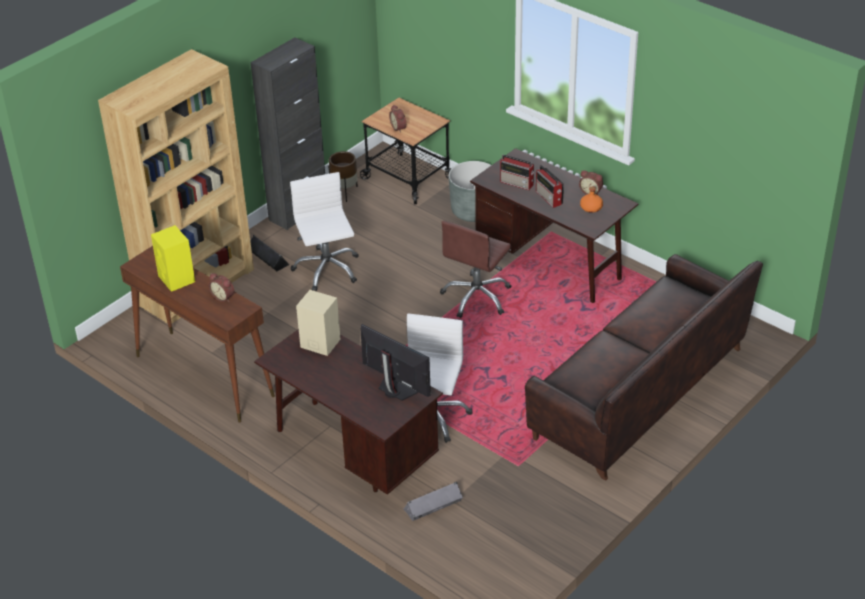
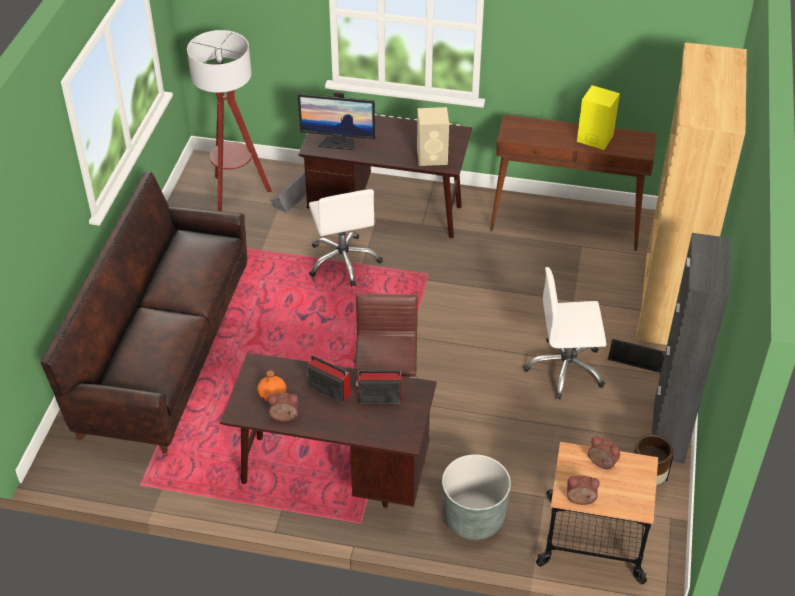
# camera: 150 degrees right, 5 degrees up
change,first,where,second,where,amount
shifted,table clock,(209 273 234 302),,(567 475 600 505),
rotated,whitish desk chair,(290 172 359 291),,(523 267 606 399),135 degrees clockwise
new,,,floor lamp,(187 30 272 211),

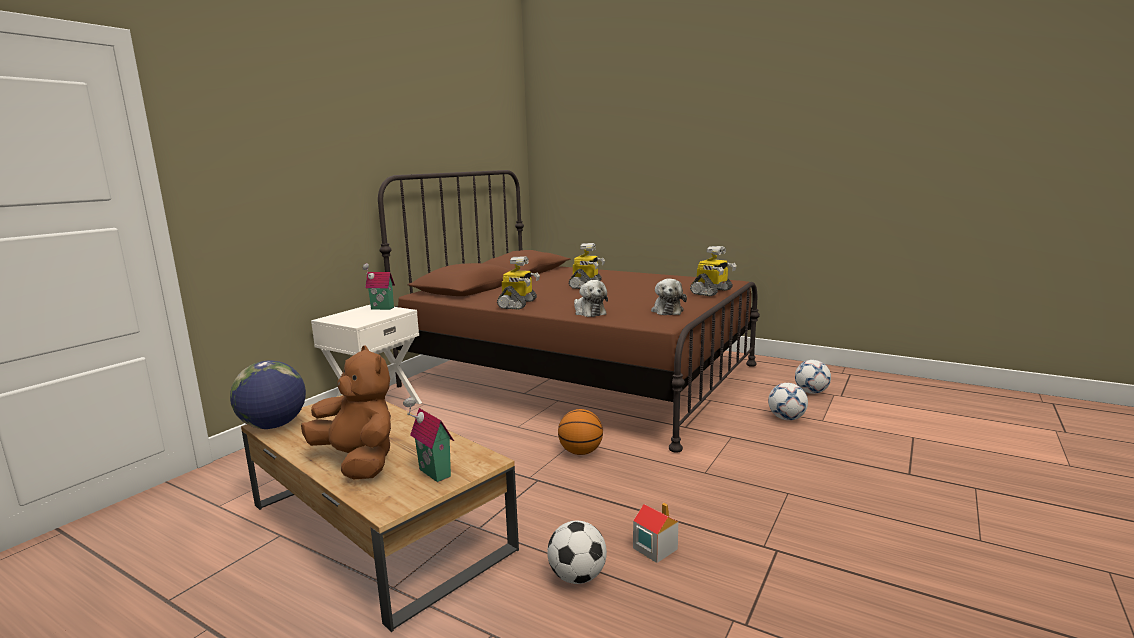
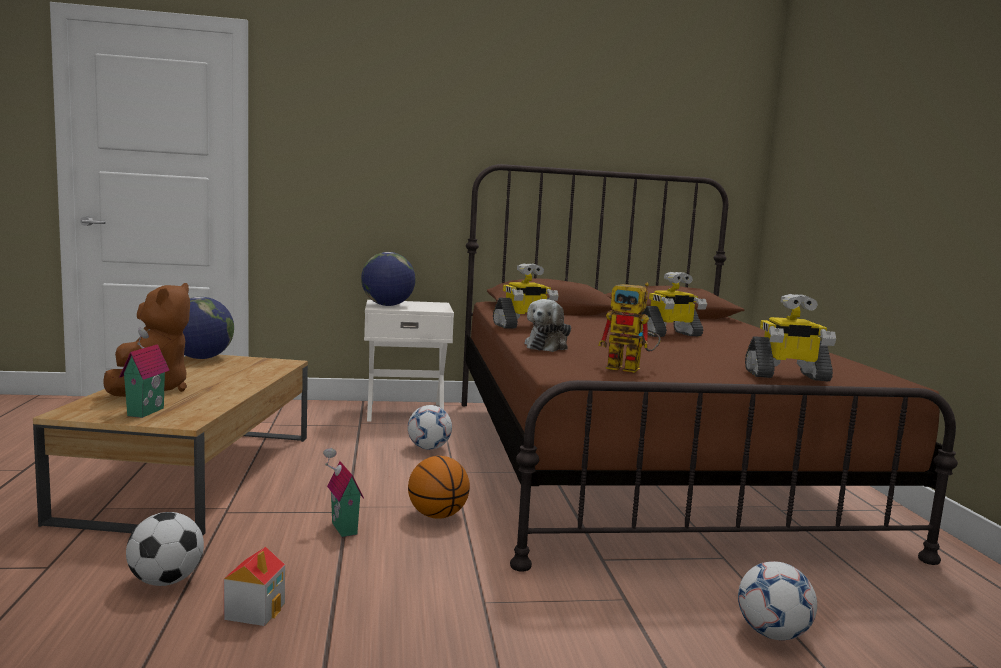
# camera: 50 degrees right, 5 degrees down
change,first,where,second,where,amount
shifted,miniature house,(363 263 395 310),,(323 448 364 537),
swapped,plush toy,(651 279 687 315),model robot,(598 282 661 373),
shifted,football,(795 360 831 394),,(408 405 452 450),
new,,,desk globe,(361 252 415 306),

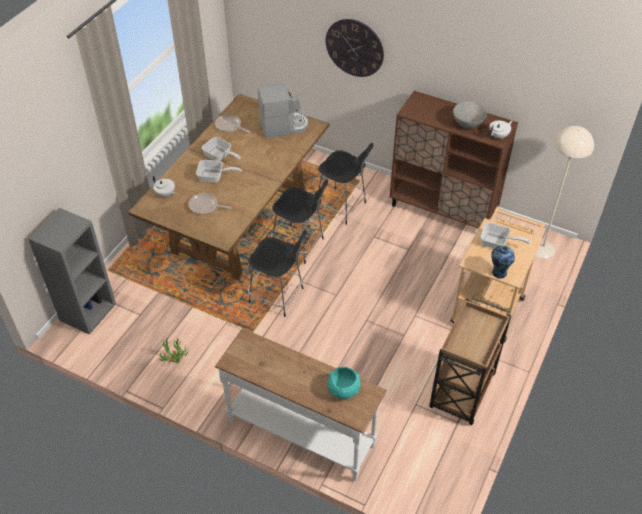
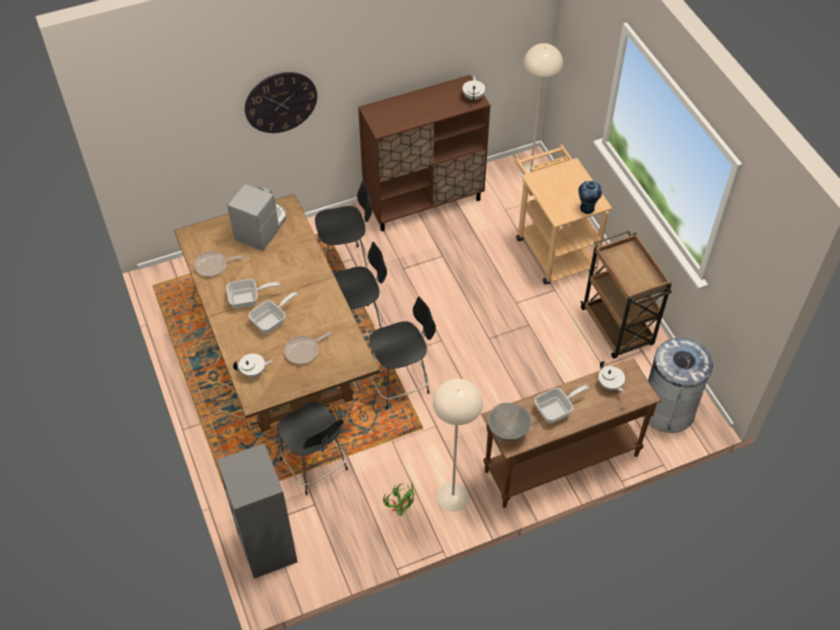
# camera: 50 degrees left, 5 degrees up
change,first,where,second,where,amount
repainted,whitish console table,(215 328 387 481),brown-coloured console table,(482 358 661 508),
swapped,turquoise serving bowl,(328 367 360 399),whitish teapot,(598 361 625 392),
shifted,gray serving bowl,(453 101 487 129),,(488 403 532 441),
shifted,pan,(481 222 531 249),,(535 385 589 423),
new,,,black upright chair,(277 402 348 495),
new,,,sand-coloured floor lamp,(433 379 483 511),
new,,,gray waste bin,(643 338 715 433),

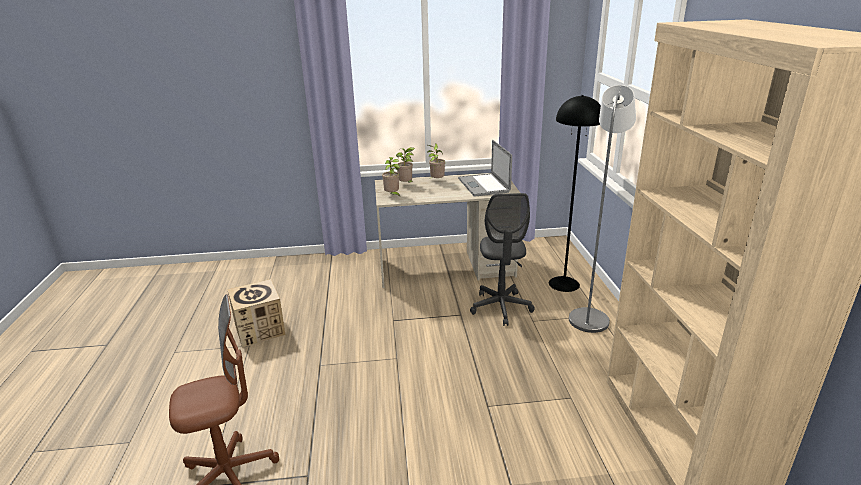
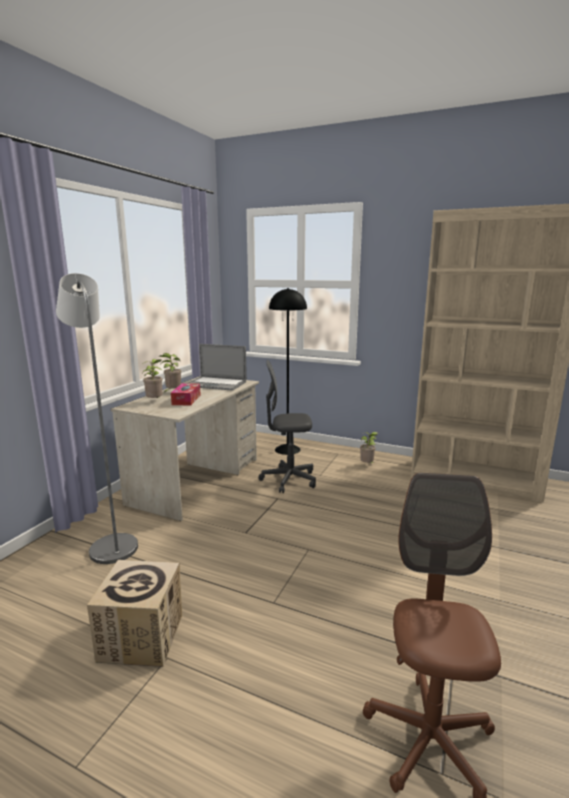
# camera: 60 degrees left, 10 degrees down
change,first,where,second,where,amount
shifted,potted plant,(382 157 400 196),,(360 432 378 463),
rotated,gray desk chair,(470 193 535 326),,(259 360 316 493),150 degrees clockwise
shifted,gray floor lamp,(569 85 636 333),,(56 273 138 564),
new,,,box of tissues,(171 383 201 406),

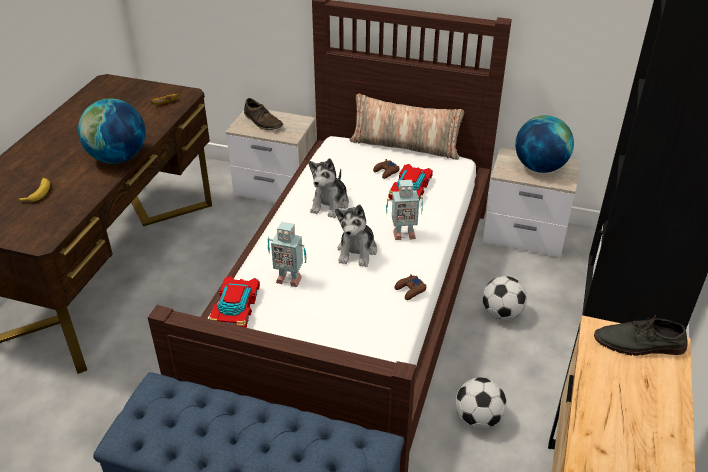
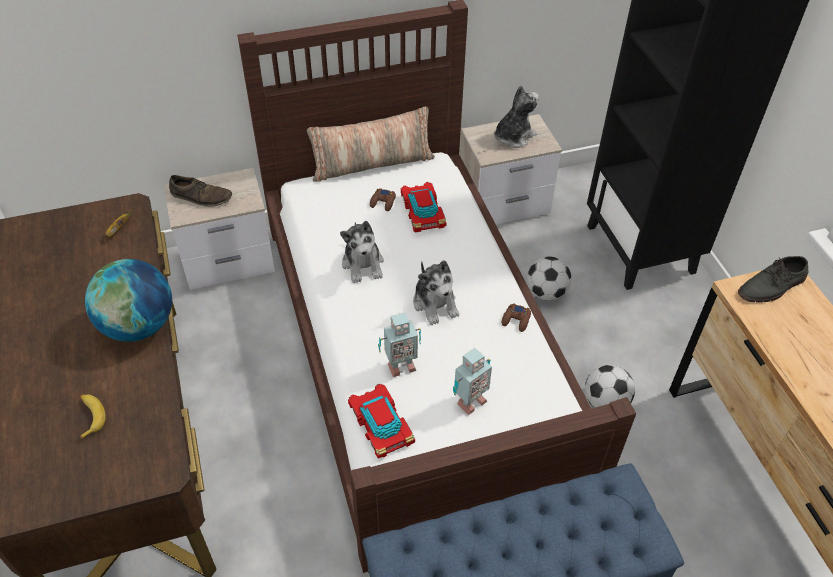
# camera: 35 degrees left, 10 degrees up
change,first,where,second,where,amount
shifted,model robot,(386 180 423 240),,(453 348 492 415),
swapped,desk globe,(515 115 574 173),plush toy,(494 85 539 148),

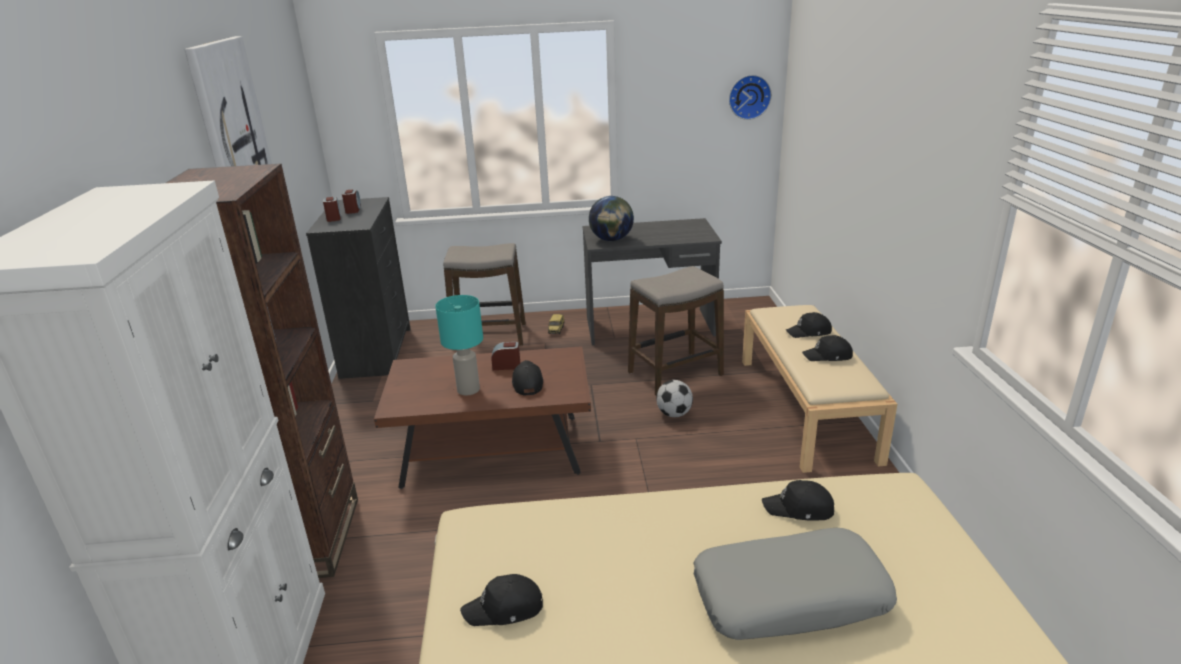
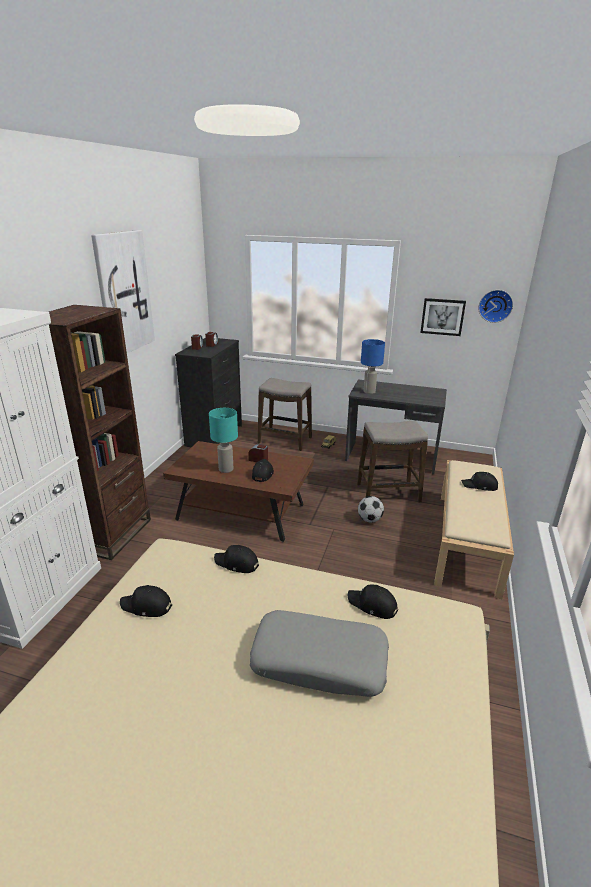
# camera: 20 degrees right, 0 degrees up
change,first,where,second,where,amount
swapped,desk globe,(589 196 634 241),blue table lamp,(361 339 385 394),
shifted,black baseball cap,(802 335 853 361),,(214 545 259 573),
new,,,wall picture,(420 298 466 336),

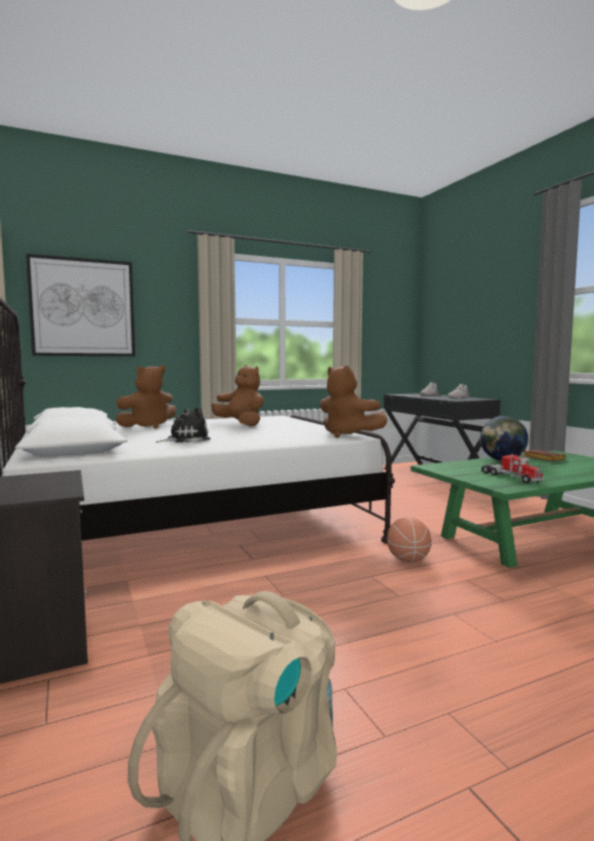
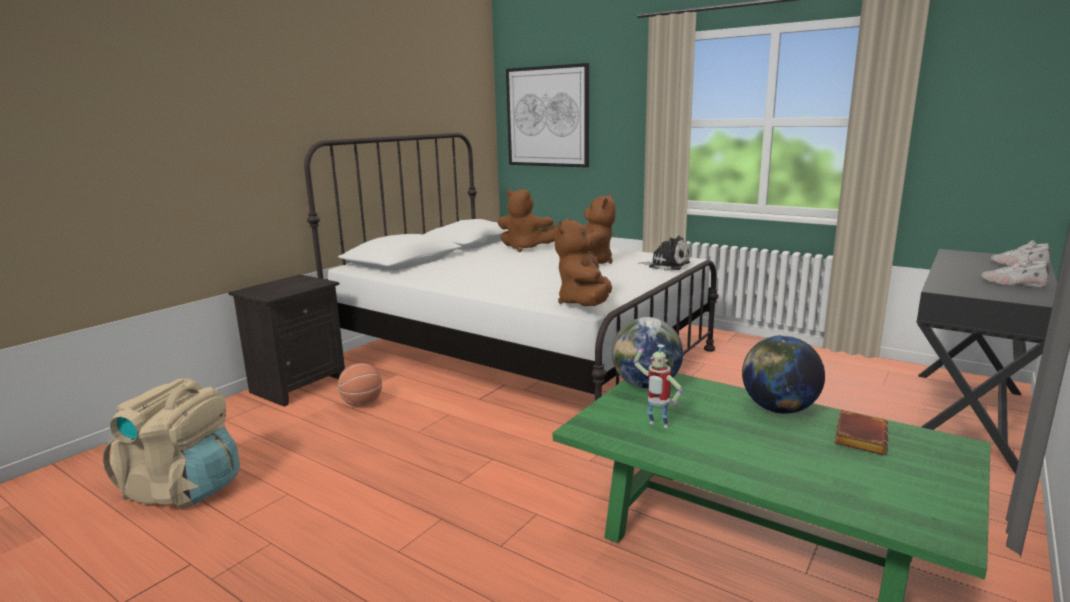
# camera: 60 degrees right, 10 degrees up
change,first,where,second,where,amount
shifted,plush toy,(155 407 211 443),,(638 236 690 271),
shifted,ball for basketball,(387 518 431 562),,(338 363 382 406),
swapped,toy lorry,(481 452 544 483),model robot,(633 344 683 428),
new,,,desk globe,(612 317 683 389),

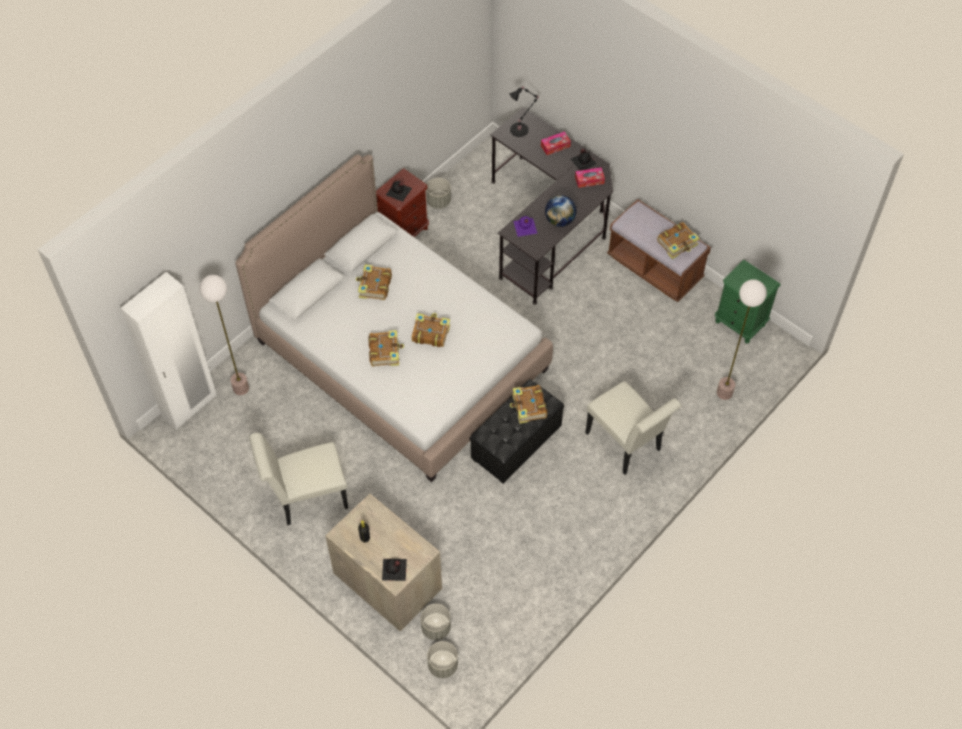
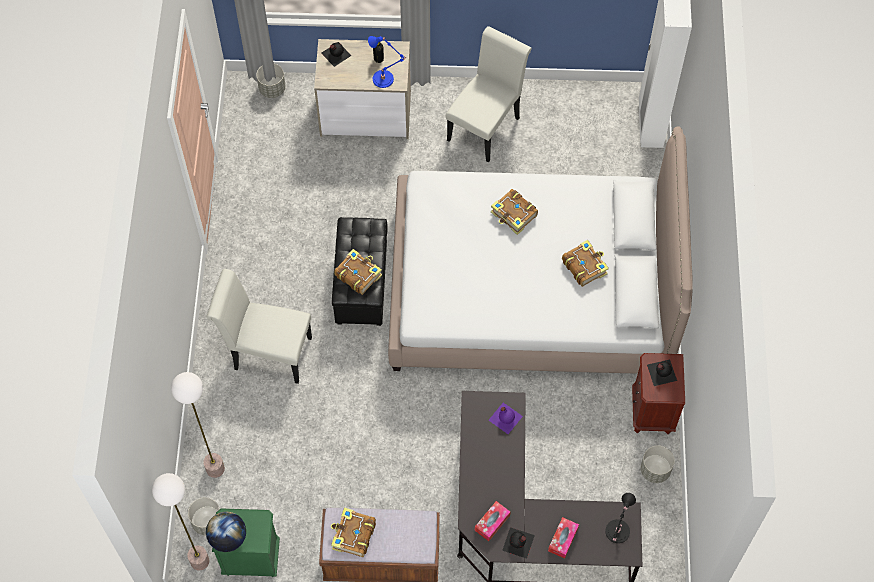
# camera: 140 degrees right, 5 degrees up
change,first,where,second,where,amount
shifted,floor lamp,(200 275 249 395),,(152 473 209 570),
gone,volume,(412 313 450 347),,,
shifted,gray plant pot,(421 604 451 640),,(188 497 220 536),
shifted,desk globe,(545 195 577 227),,(206 512 246 552),
new,,,blue table lamp,(368 36 407 88),

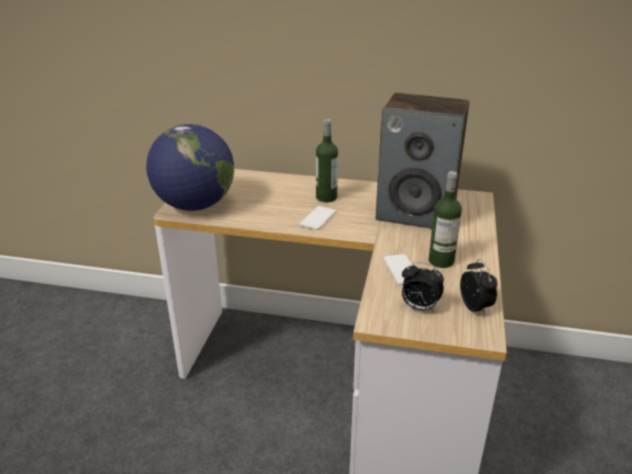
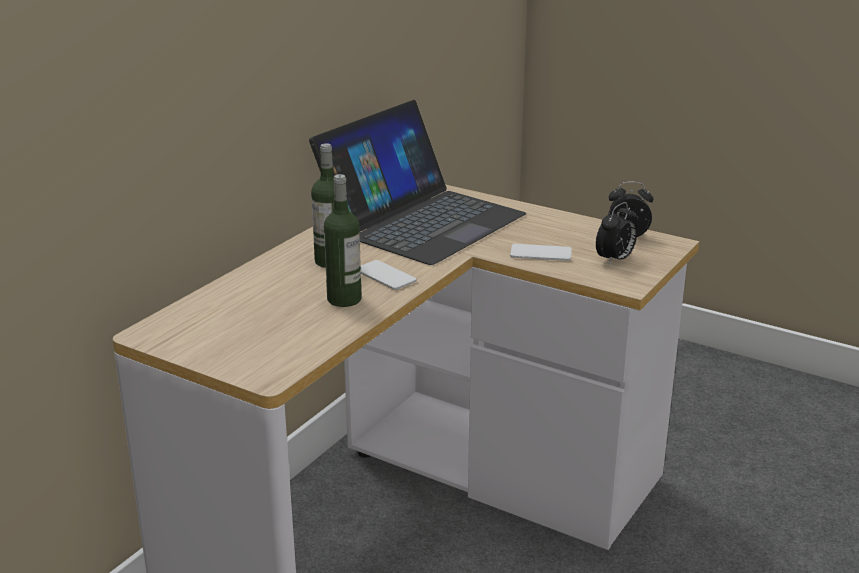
# camera: 70 degrees left, 5 degrees down
change,first,where,second,where,amount
gone,desk globe,(146 124 234 211),,,
swapped,speaker,(376 93 469 229),laptop,(309 100 526 265),
shifted,bottle,(429 171 462 268),,(324 174 362 307),

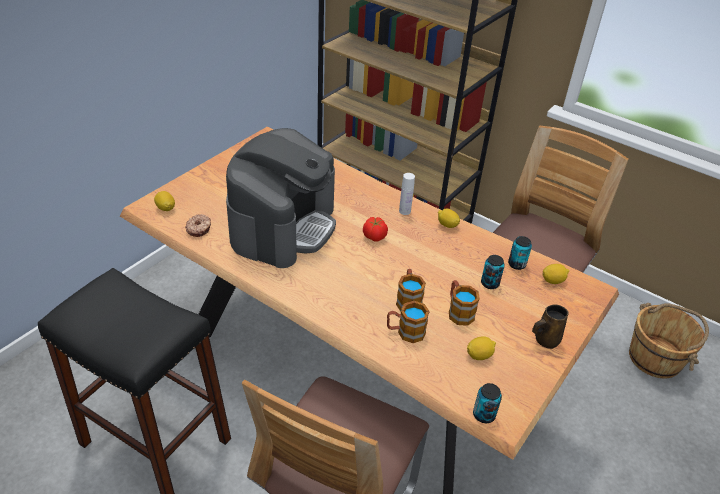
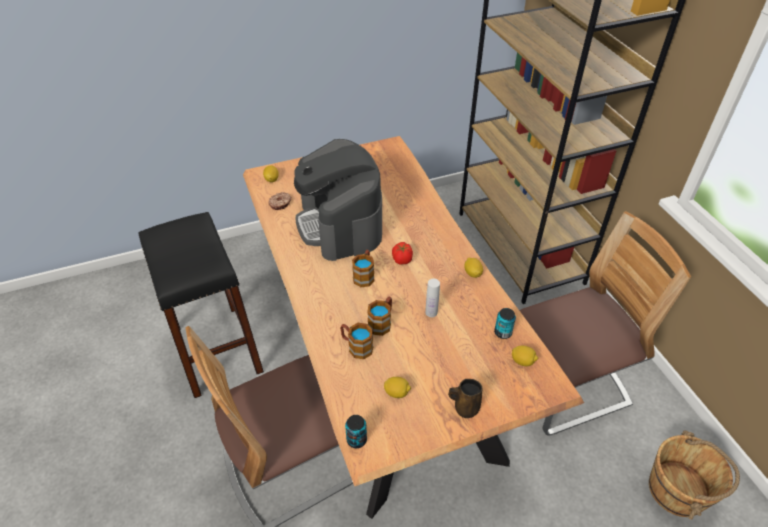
# camera: 35 degrees right, 5 degrees up
change,first,where,second,where,amount
rotated,coffee machine,(226 128 336 268),,(294 139 382 261),105 degrees clockwise
shifted,whitish bottle,(399 173 415 215),,(425 279 440 317),
shifted,tea mug,(449 280 480 326),,(352 250 374 287),
gone,sealed can,(481 255 505 289),,,

